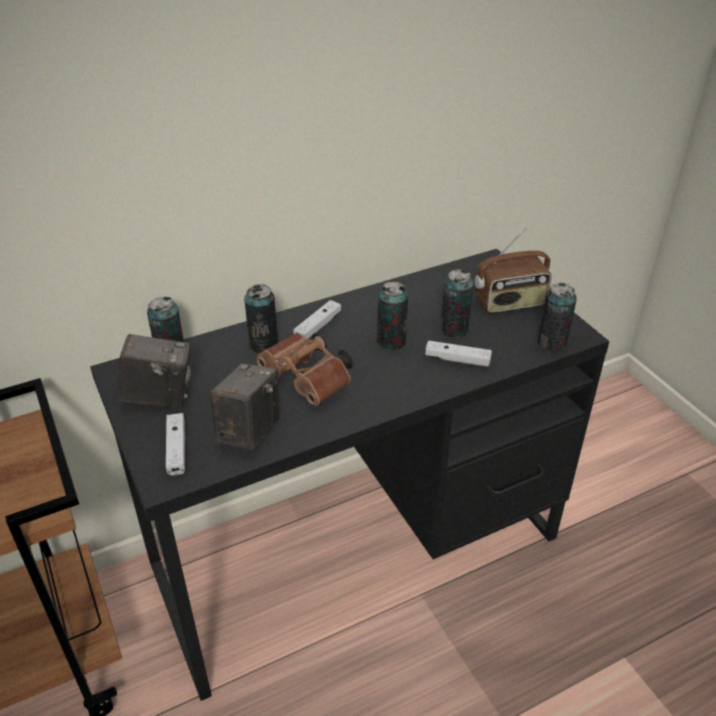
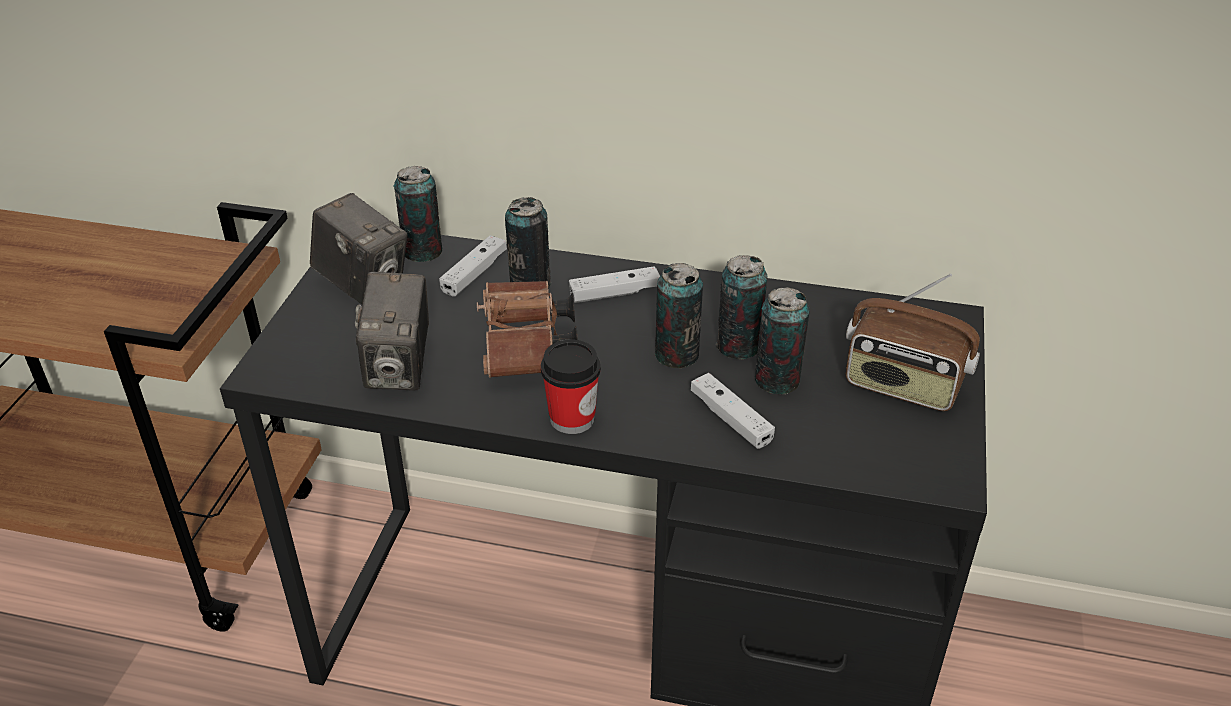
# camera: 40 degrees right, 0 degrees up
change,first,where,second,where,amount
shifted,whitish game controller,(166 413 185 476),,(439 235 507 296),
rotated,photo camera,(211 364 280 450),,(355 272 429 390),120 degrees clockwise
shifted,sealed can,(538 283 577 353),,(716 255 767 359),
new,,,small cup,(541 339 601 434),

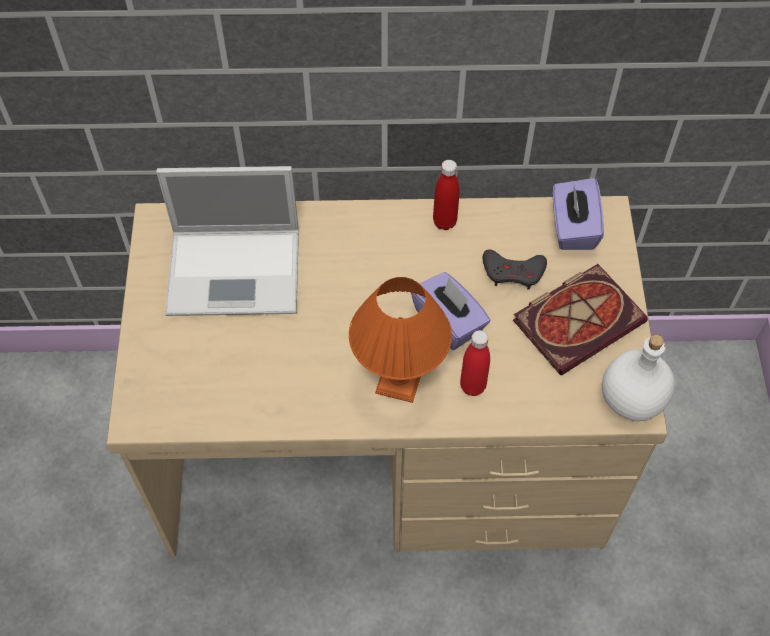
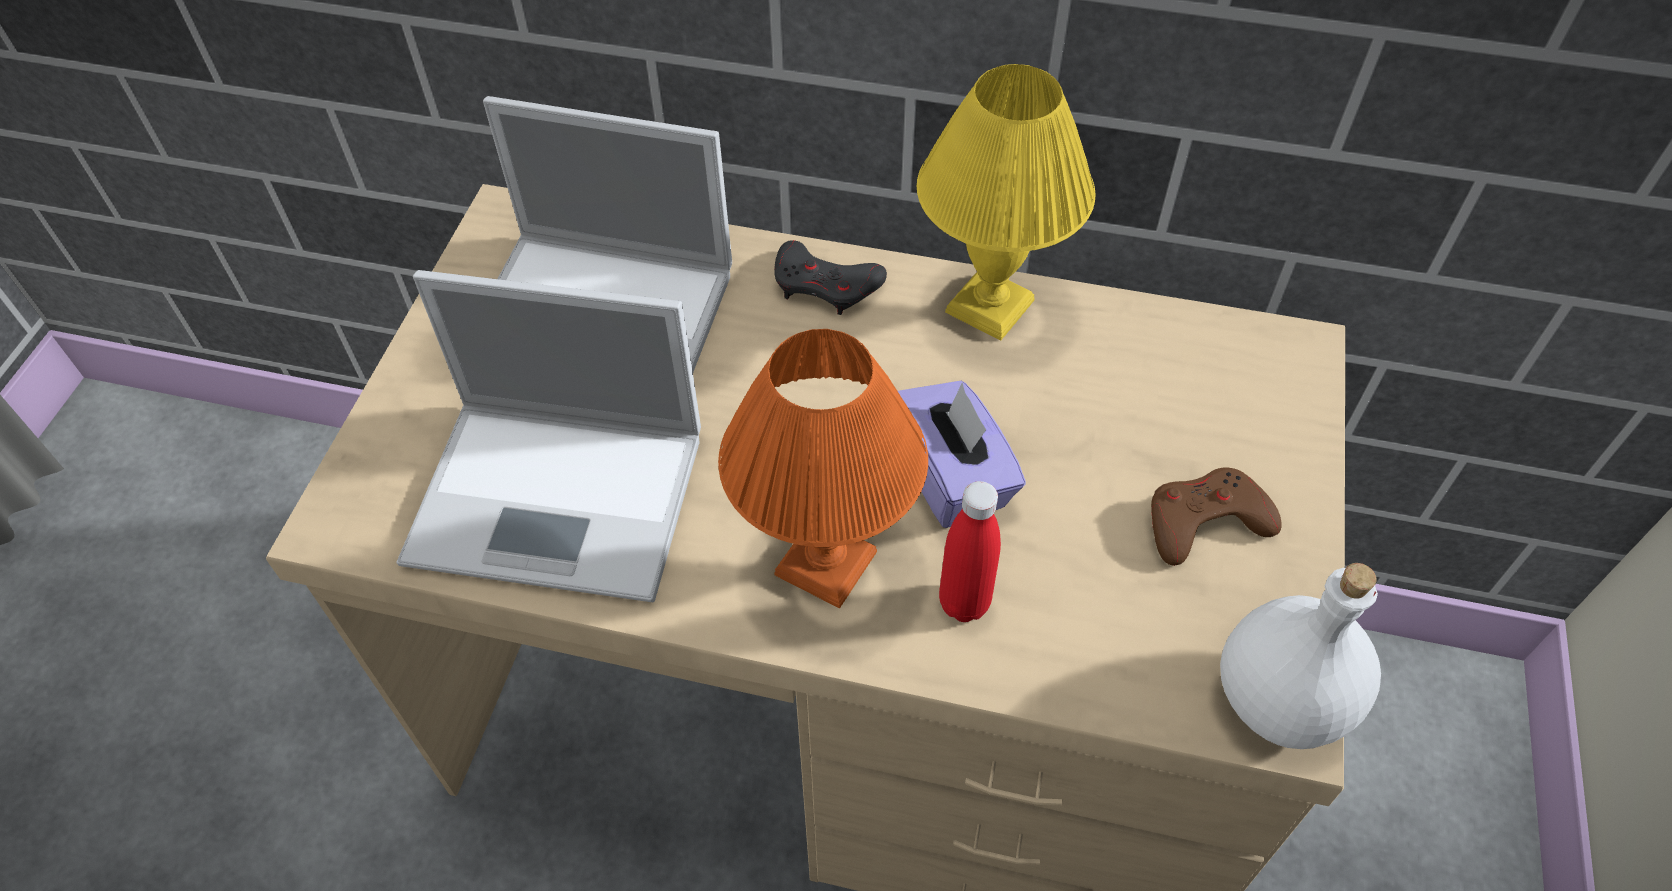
# camera: 15 degrees right, 5 degrees down
change,first,where,second,where,amount
swapped,reddish bottle,(433 160 460 230),yellow-coloured table lamp,(917 64 1095 340),
shifted,gray game controller,(483 250 547 290),,(774 240 887 315),
swapped,volume,(513 264 648 375),brown-coloured game controller,(1151 467 1282 566),
gone,purple-coloured box of tissues,(553 178 604 250),,,
new,,,laptop,(397 270 701 602),

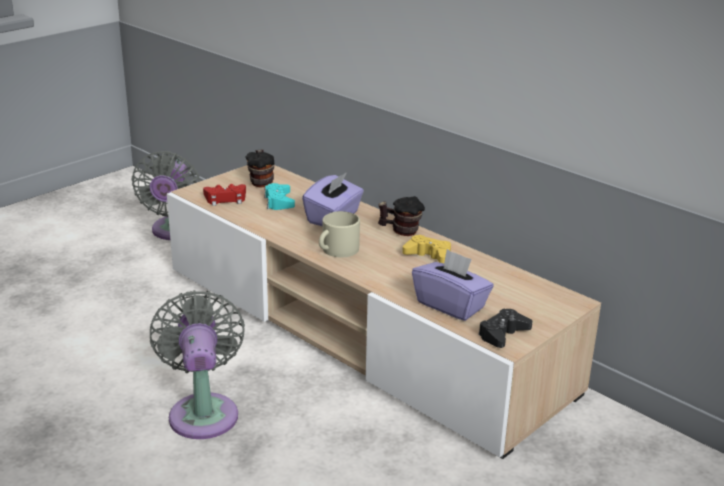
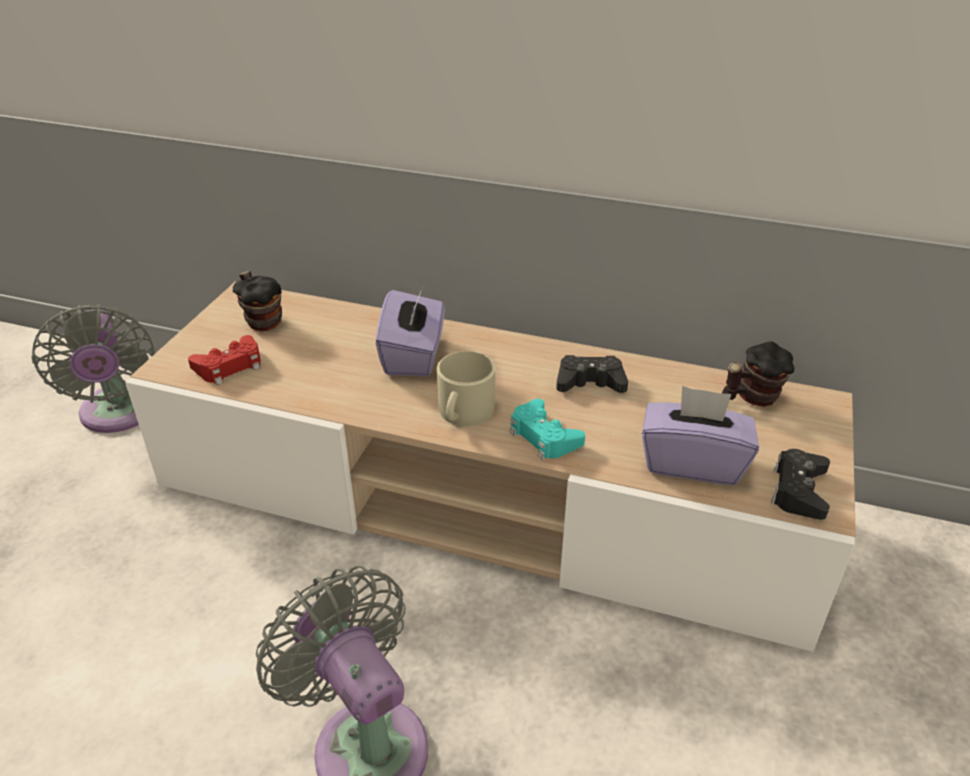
# camera: 25 degrees left, 10 degrees up
change,first,where,second,where,amount
shifted,turquoise game controller,(264 183 295 210),,(510 399 585 460),
shifted,tea mug,(378 196 425 236),,(721 341 794 407),
repainted,yellow-coloured game controller,(402 235 451 263),black game controller,(556 355 628 393),

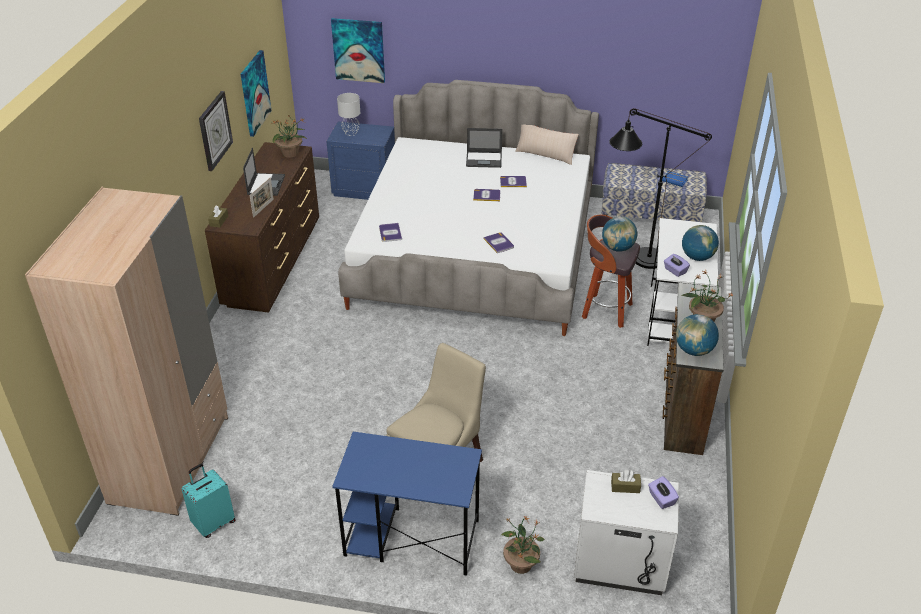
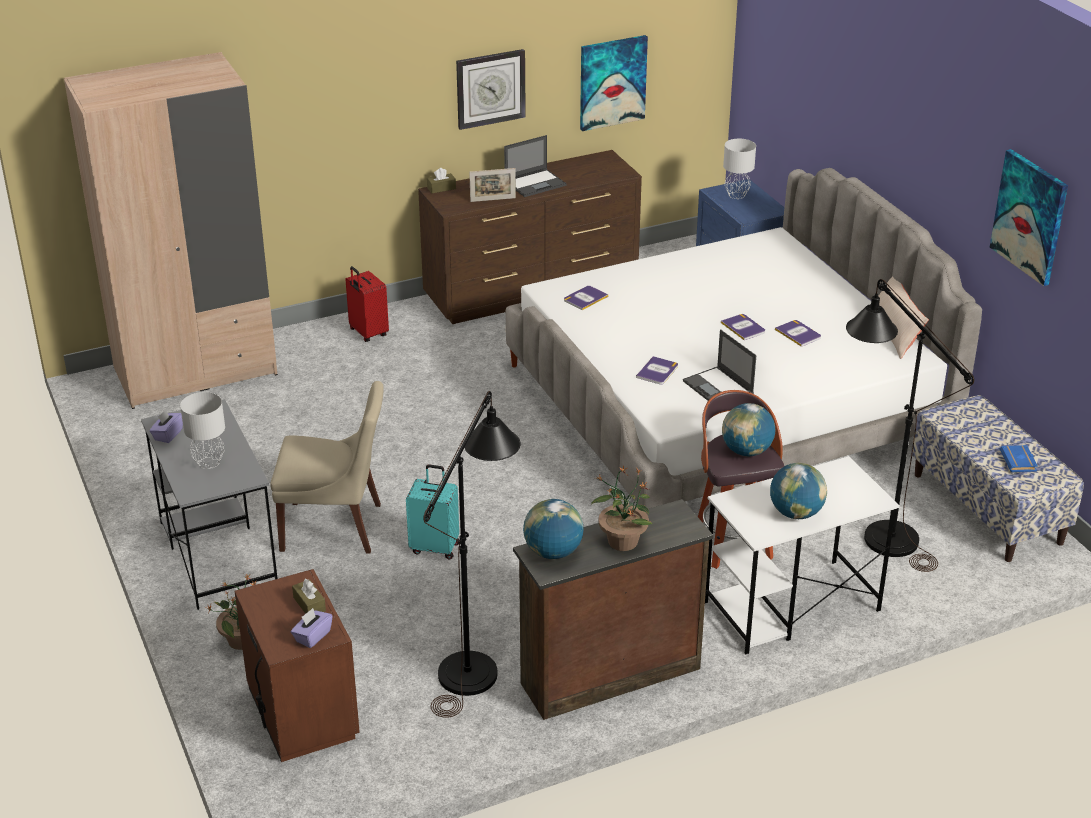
# camera: 55 degrees right, 5 degrees down
change,first,where,second,where,amount
shifted,turquoise piece of luggage,(182 464 235 538),,(406 464 459 560),
gone,potted plant,(271 115 307 158),,,
shifted,wall picture,(331 18 385 83),,(990 149 1068 286),
repainted,blue desk,(332 432 482 576),gray desk,(141 400 278 610),
shifted,laptop,(466 128 502 168),,(683 329 756 401),
repainted,whitish bedside table,(574 470 679 595),brown-coloured bedside table,(234 569 360 762),
shifted,purple-coloured box of tissues,(664 254 690 277),,(150 409 183 443),
new,,,gray table lamp,(180 392 225 469),
new,,,reddish piece of luggage,(345 266 389 342),
new,,,black floor lamp,(423 391 521 718),

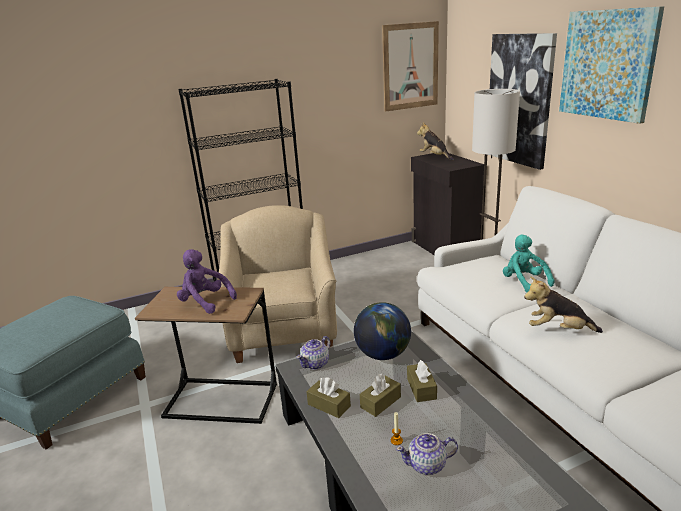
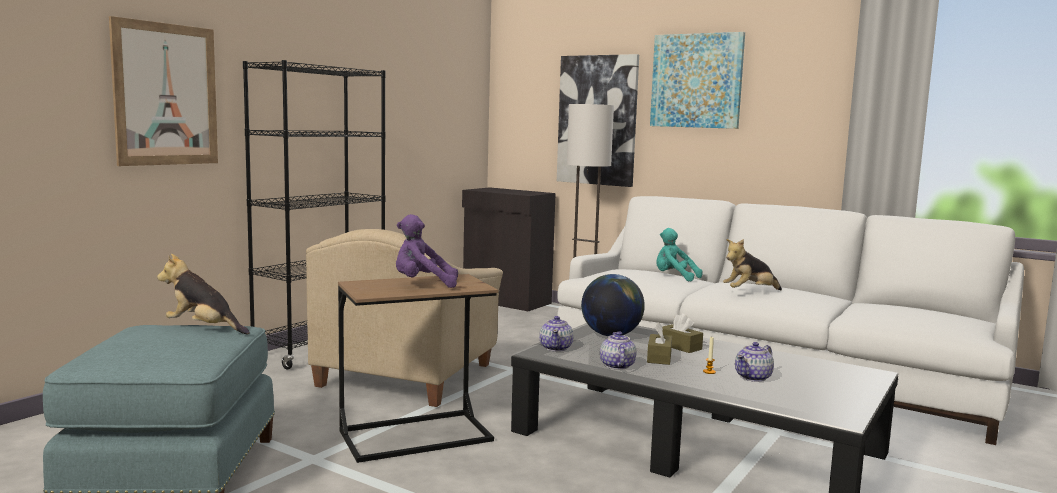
# camera: 35 degrees left, 15 degrees down
change,first,where,second,where,amount
rotated,sand-coloured armchair,(217 205 337 363),,(306 229 503 407),120 degrees counterclockwise
swapped,brown-coloured box of tissues,(306 377 351 418),teapot,(600 331 637 370),
shifted,wall picture,(382 21 439 112),,(109 16 218 166),
shifted,plush toy,(417 123 454 161),,(157 254 250 334),

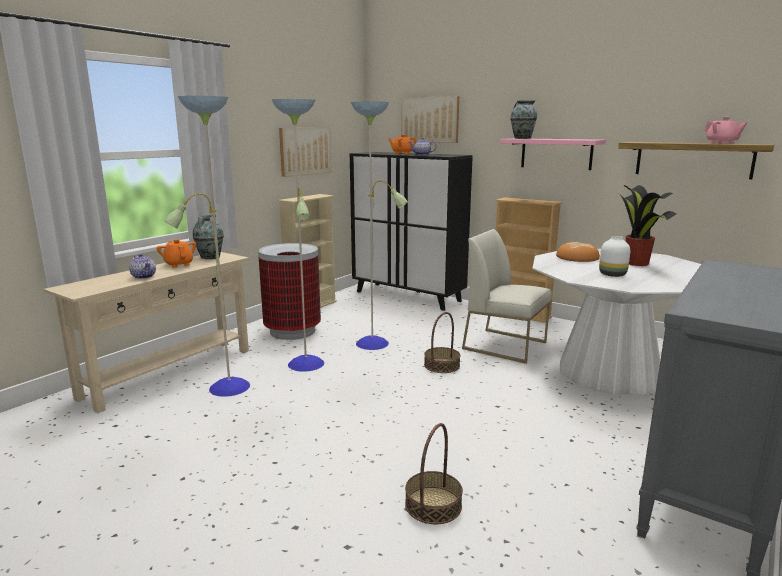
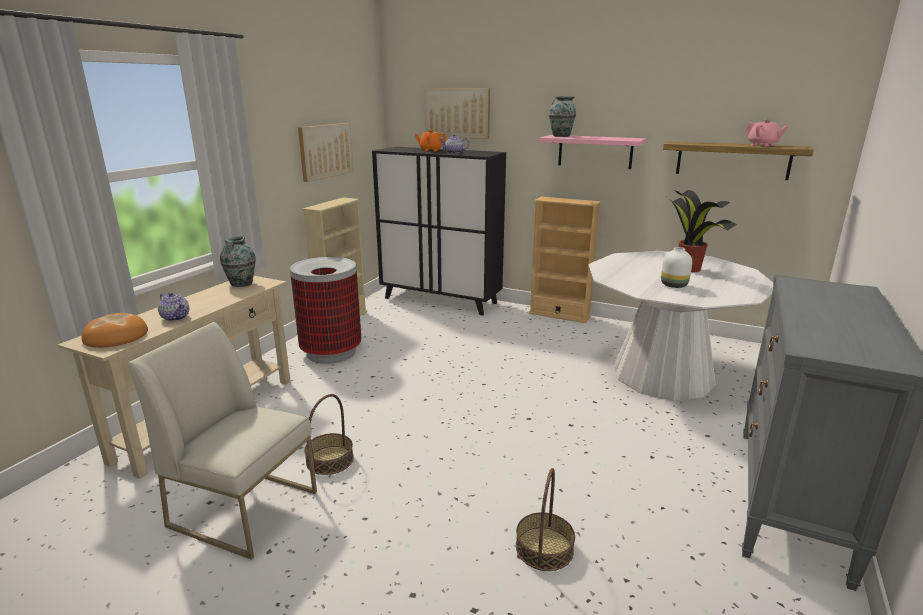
# camera: 10 degrees left, 5 degrees up
change,first,where,second,where,amount
gone,orangey teapot,(157 239 197 268),,,
gone,floor lamp,(164 96 408 397),,,
shifted,storage basket,(424 312 460 373),,(304 394 354 475),
shifted,whitish upright chair,(462 229 551 364),,(128 322 317 560),
shifted,baked bread,(556 242 600 262),,(82 313 148 348),

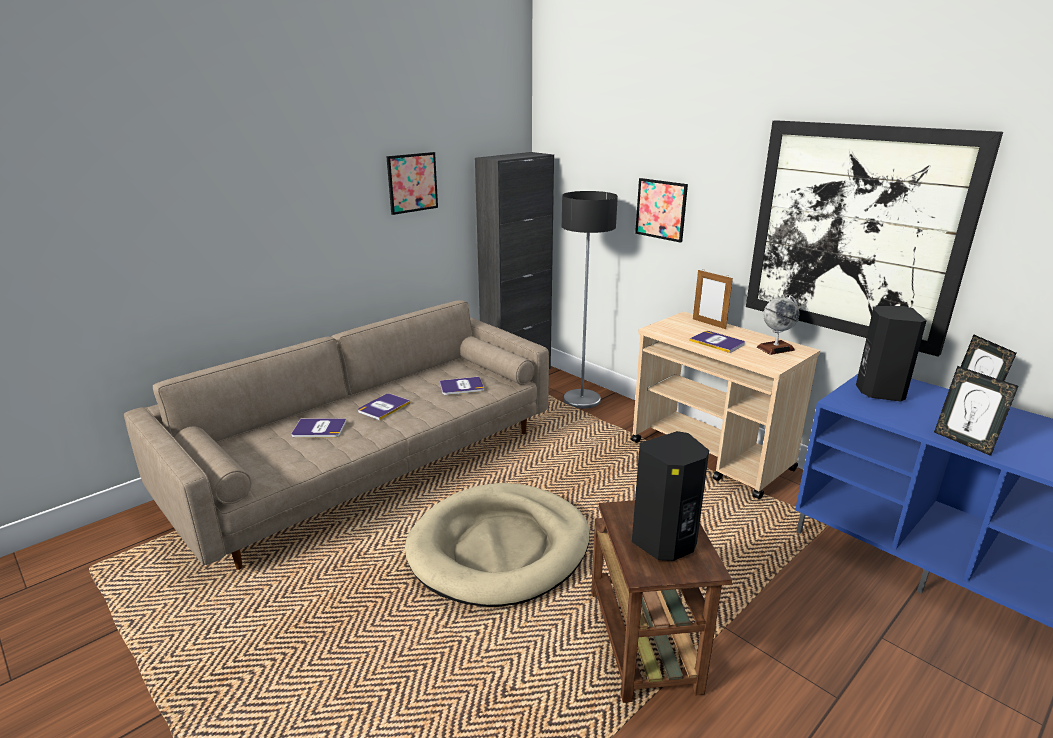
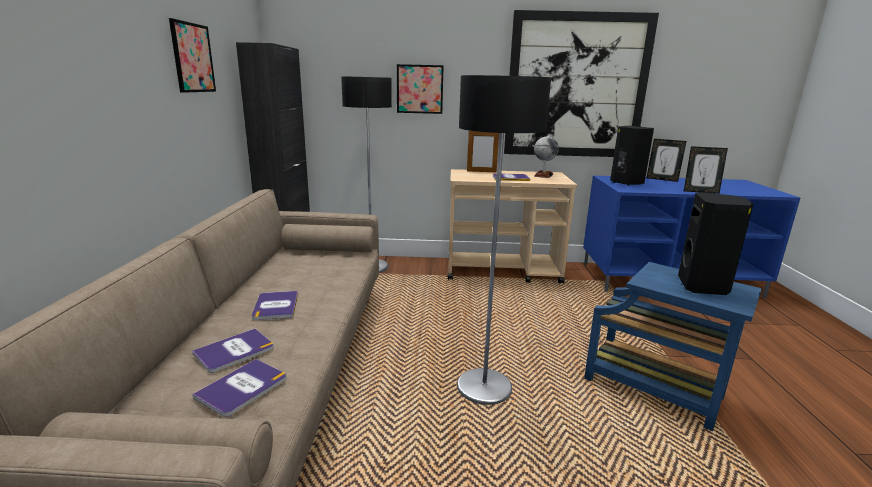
# camera: 45 degrees left, 5 degrees down
change,first,where,second,where,amount
swapped,sand-coloured dog bed,(405 483 590 607),floor lamp,(457 75 551 405),
shifted,volume,(439 377 484 395),,(192 359 287 417),
repainted,brown-coloured accent table,(591 500 732 703),blue accent table,(584 262 762 431),

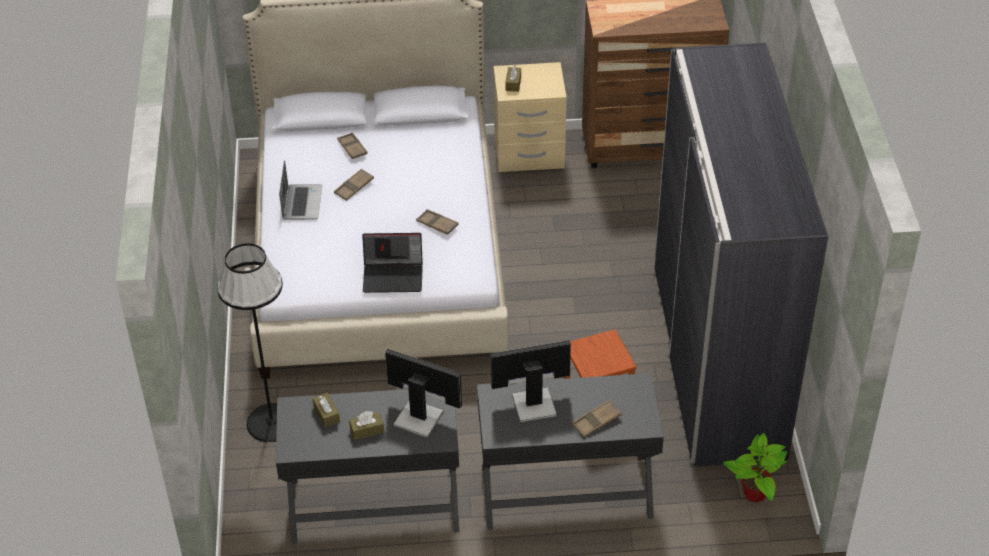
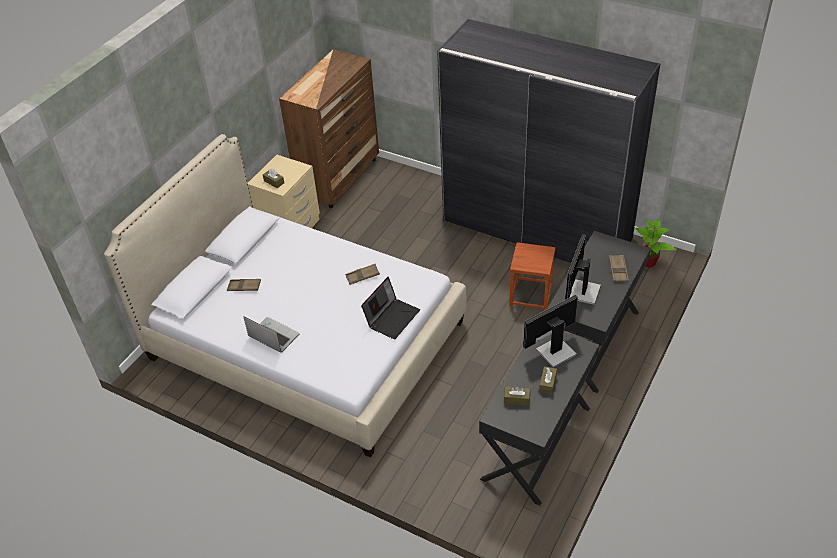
# camera: 55 degrees left, 0 degrees up
change,first,where,second,where,amount
gone,black floor lamp,(217 243 283 442),,,
gone,brown-coloured tray,(334 169 374 201),,,

